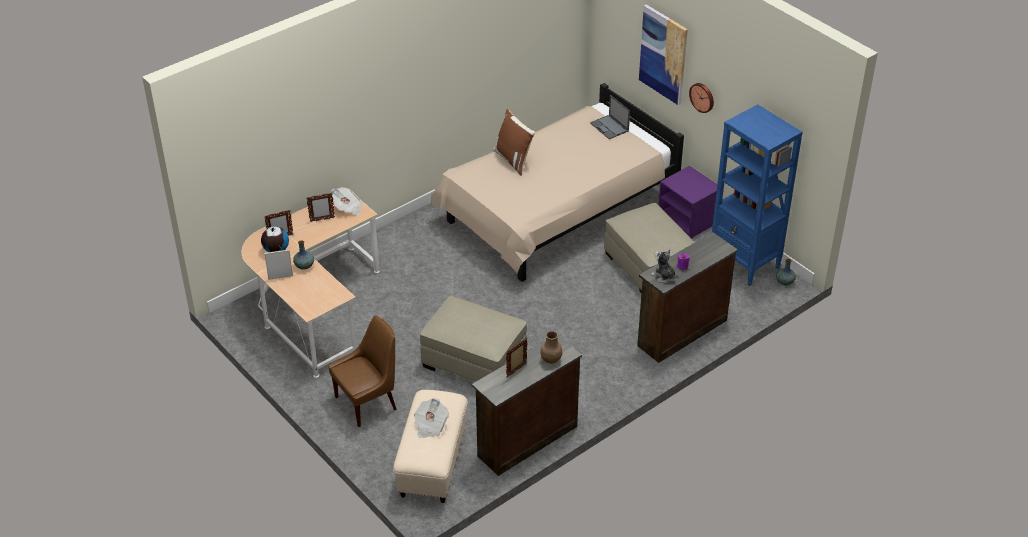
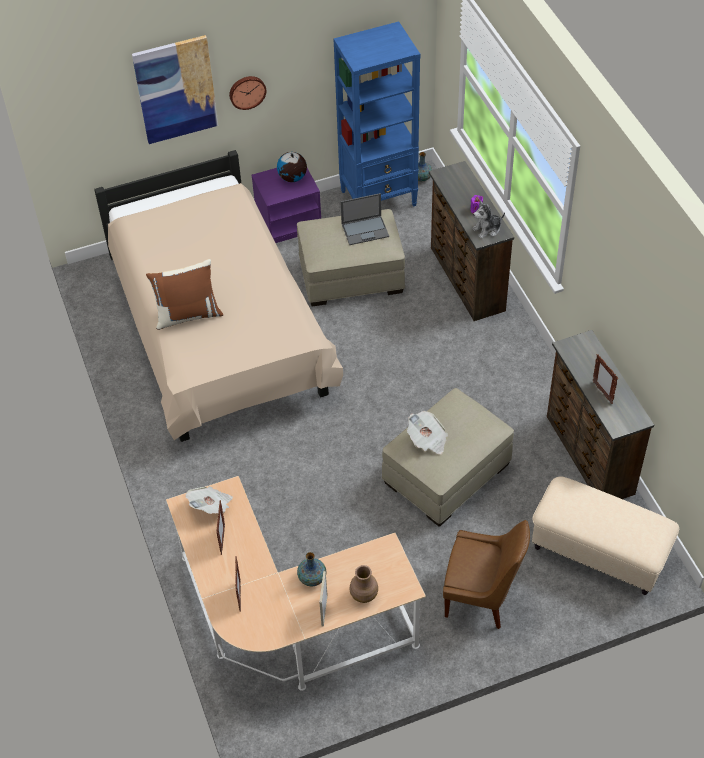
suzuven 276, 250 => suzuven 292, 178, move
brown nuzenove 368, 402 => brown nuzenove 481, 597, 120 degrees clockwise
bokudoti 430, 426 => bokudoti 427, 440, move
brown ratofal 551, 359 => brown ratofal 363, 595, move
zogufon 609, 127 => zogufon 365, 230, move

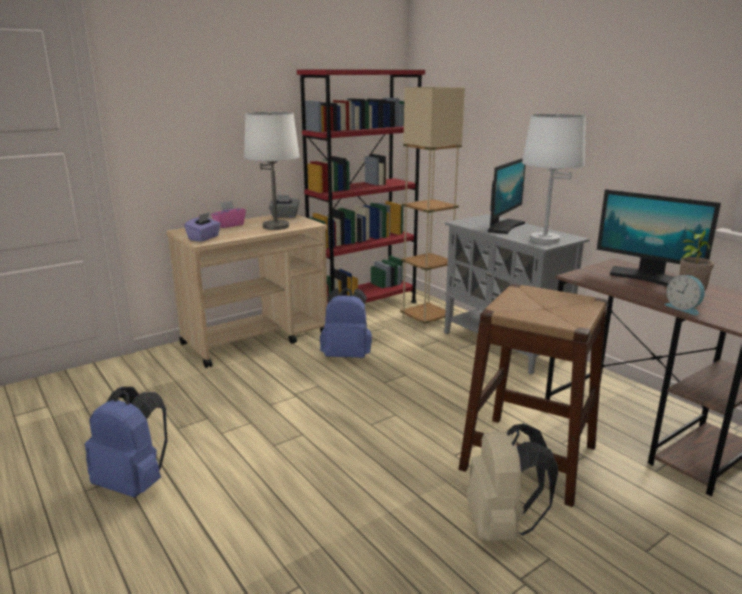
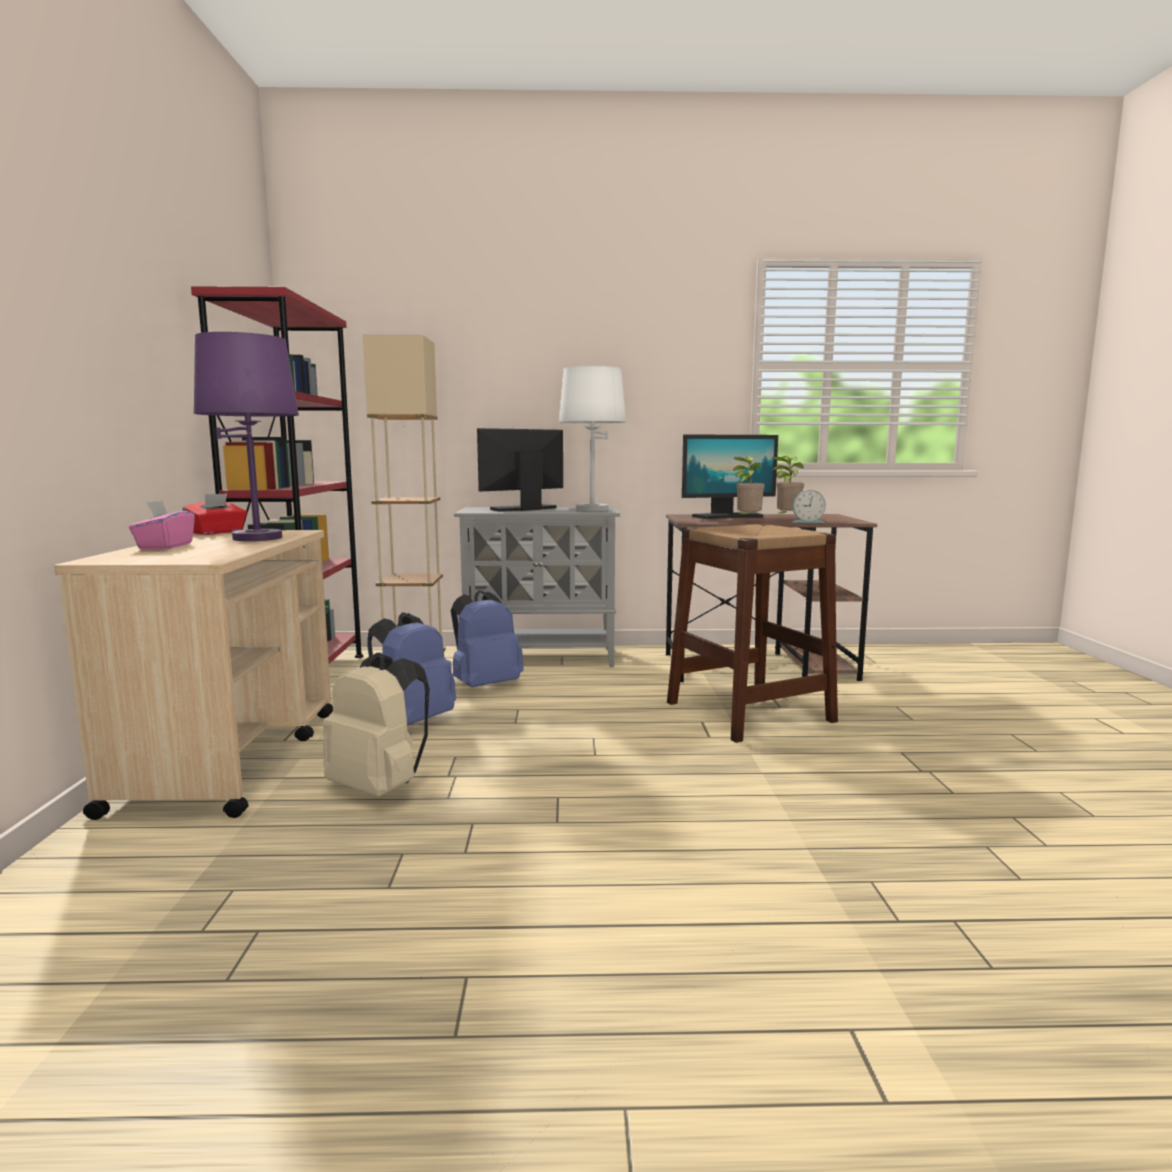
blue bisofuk 134, 483 => blue bisofuk 485, 685, move
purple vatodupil 204, 238 => nothing
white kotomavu 276, 226 => purple kotomavu 257, 538
grey vatodupil 284, 216 => red vatodupil 217, 532
beige bisofuk 501, 526 => beige bisofuk 380, 787, move
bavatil 504, 227 => bavatil 523, 509, 105 degrees counterclockwise
nothing => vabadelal 747, 520

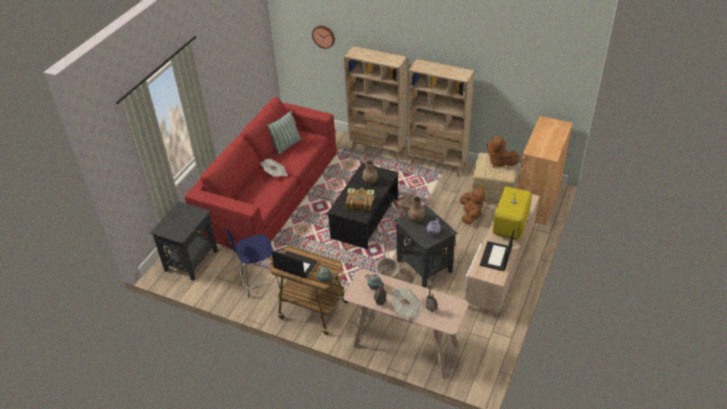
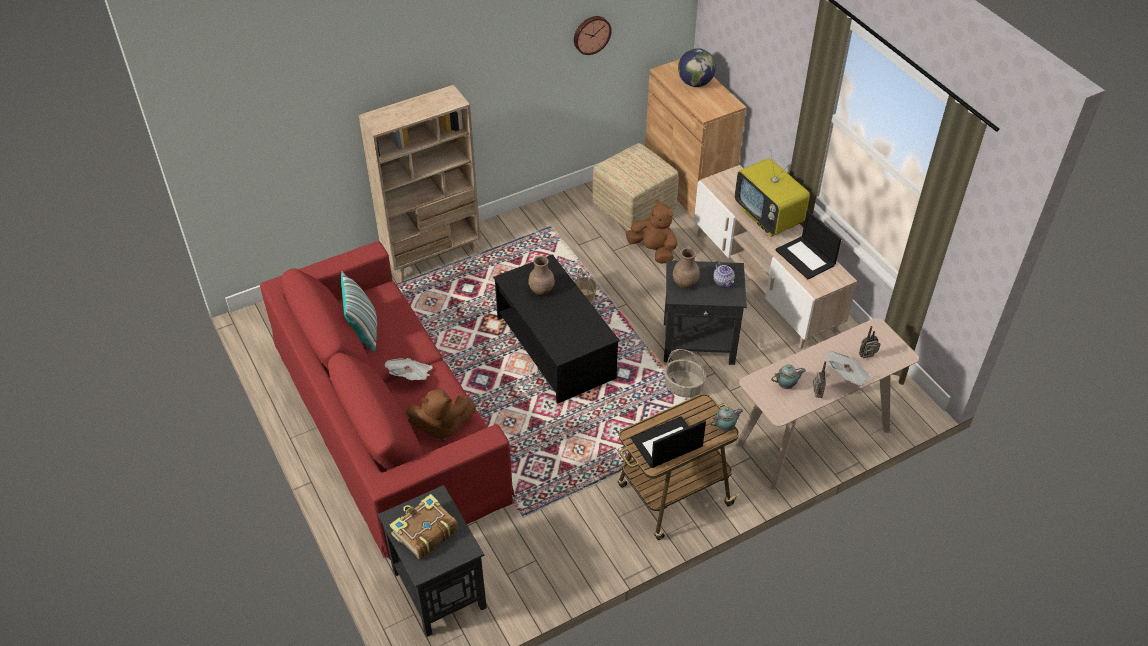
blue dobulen 259, 281 => nothing
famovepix 324, 36 => famovepix 591, 34, move
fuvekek 359, 202 => fuvekek 424, 532, move
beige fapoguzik 437, 164 => nothing
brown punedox 499, 162 => brown punedox 441, 426, move
nothing => suzuven 695, 83

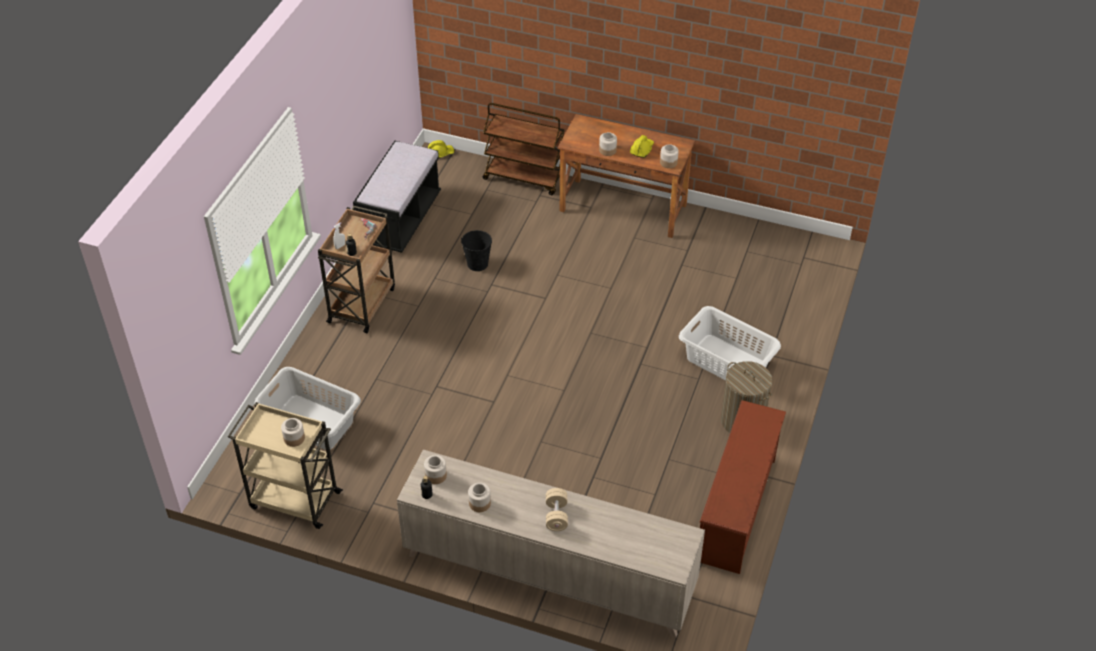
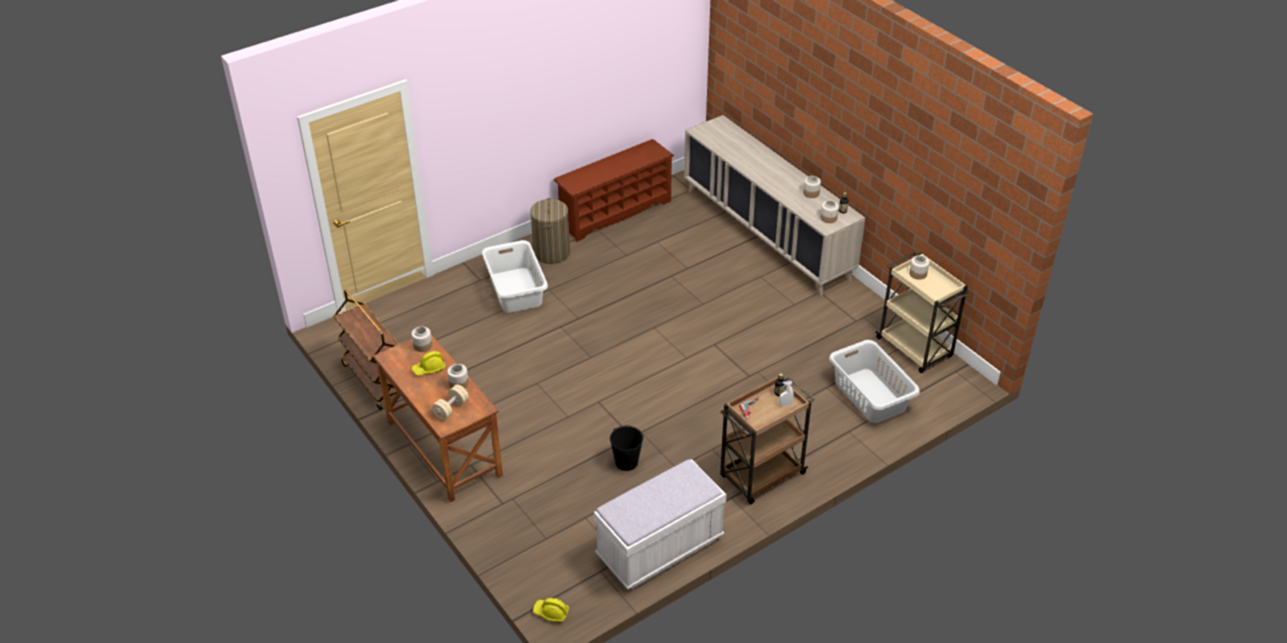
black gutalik 400, 220 => white gutalik 660, 548
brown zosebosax 524, 178 => brown zosebosax 375, 380, move
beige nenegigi 556, 515 => beige nenegigi 451, 409, move

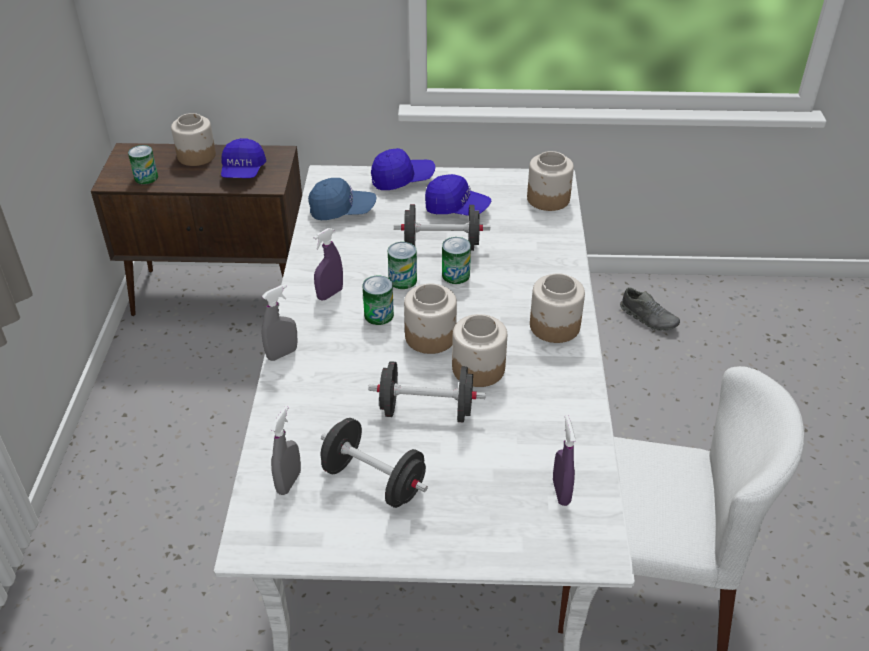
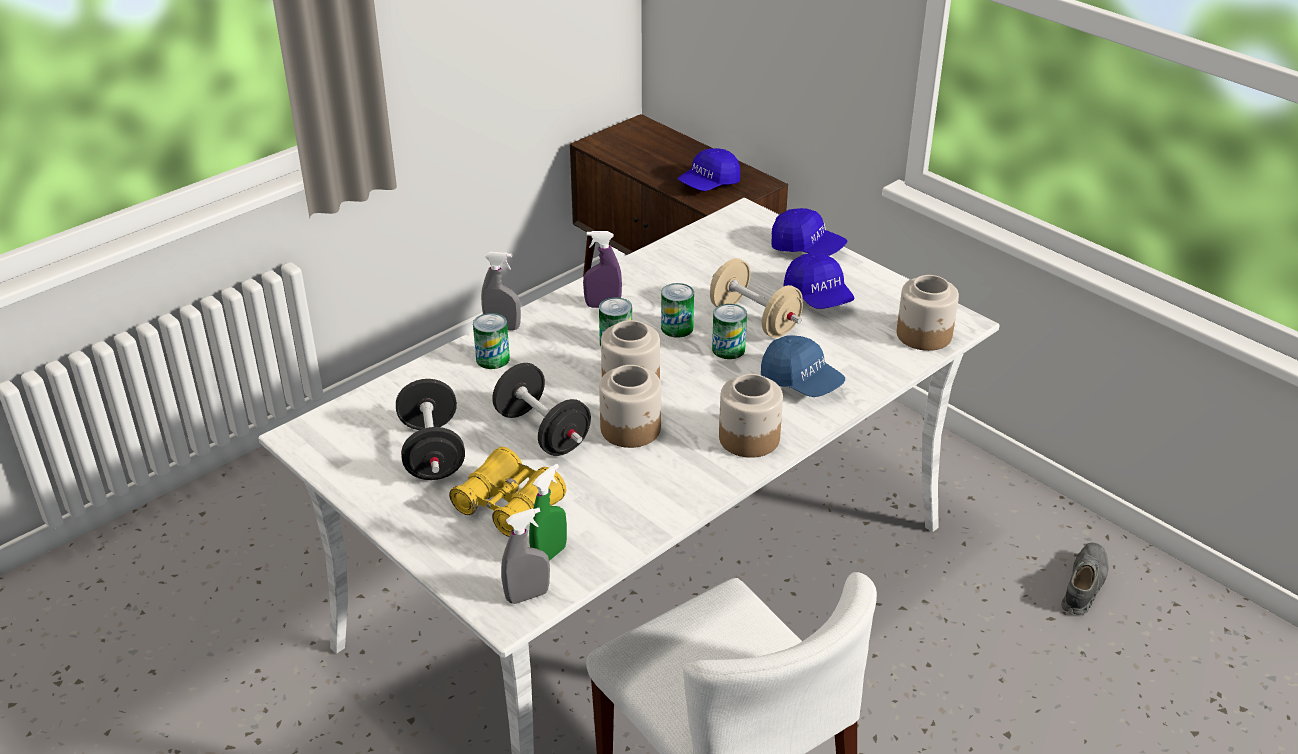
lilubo 146, 177 => lilubo 492, 359, move
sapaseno 196, 155 => nothing
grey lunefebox 289, 482 => grey lunefebox 527, 596, move
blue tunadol 342, 210 => blue tunadol 801, 382, move
black nenegigi 441, 245 => beige nenegigi 754, 320
purple lunefebox 561, 492 => green lunefebox 549, 555
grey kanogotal 648, 318 => grey kanogotal 1083, 585, 150 degrees counterclockwise
nothing => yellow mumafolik 508, 505

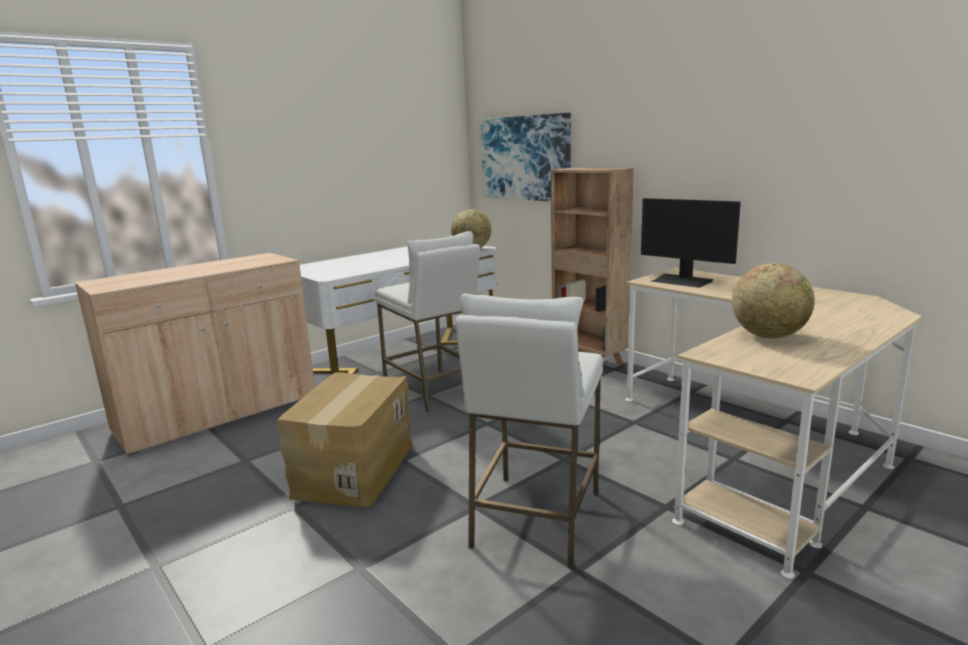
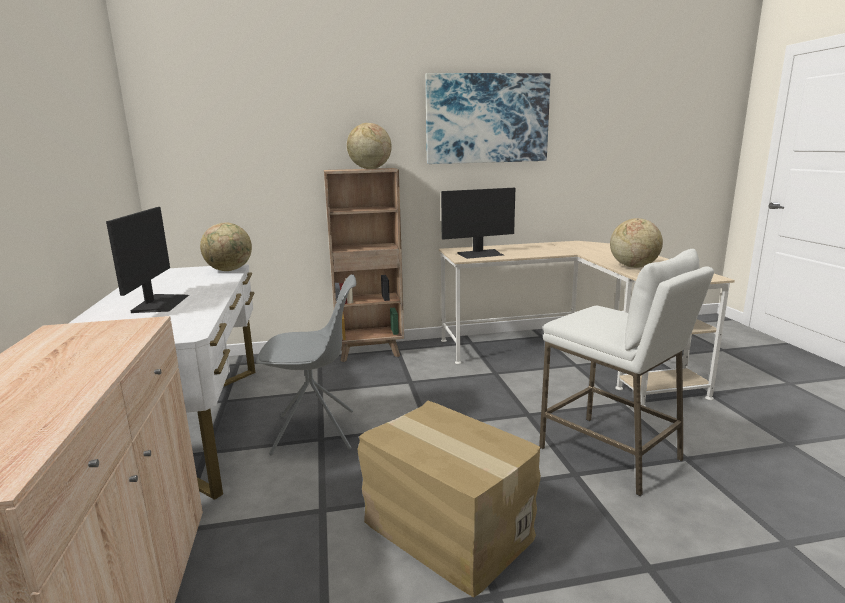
white dobulen 434, 390 => grey nuzenove 316, 432
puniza 525, 158 => puniza 487, 119, move
nothing => bavatil 160, 303
nothing => suzuven 369, 169

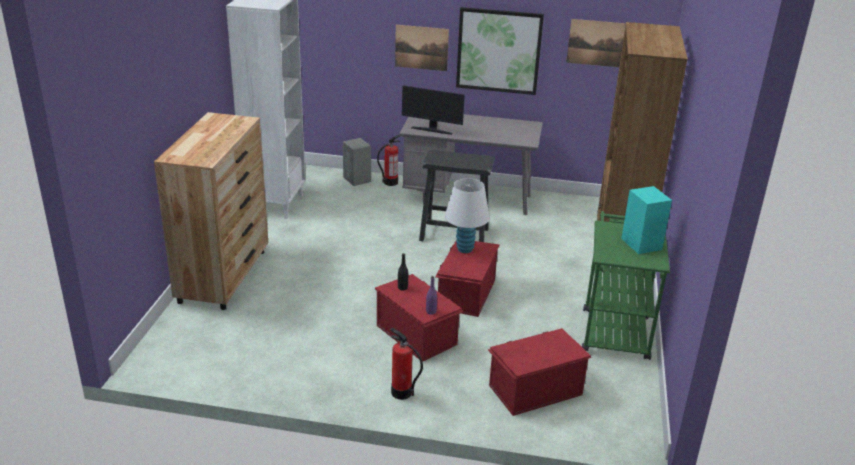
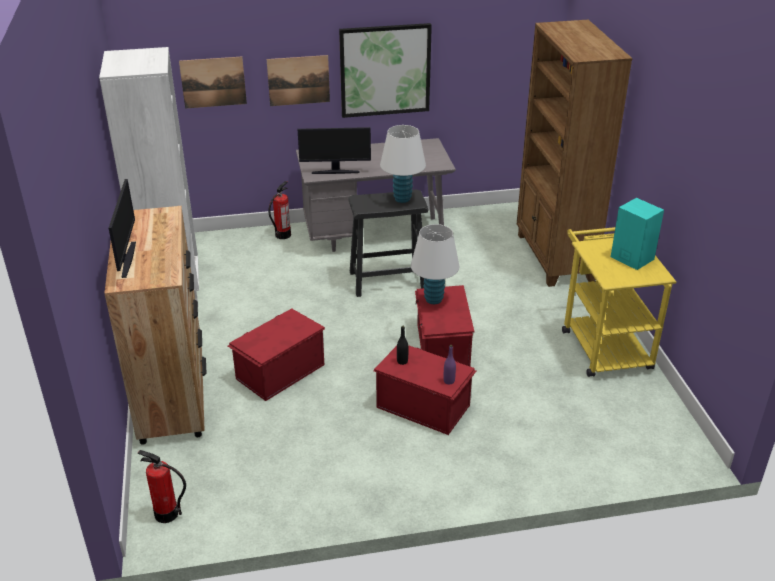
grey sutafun 357, 180 => nothing
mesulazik 401, 393 => mesulazik 166, 514, move
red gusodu 534, 389 => red gusodu 279, 371, move
puniza 596, 43 => puniza 213, 82, move
green zosebosax 615, 328 => yellow zosebosax 602, 344
nothing => bavatil 126, 259
nothing => white kotomavu 402, 199

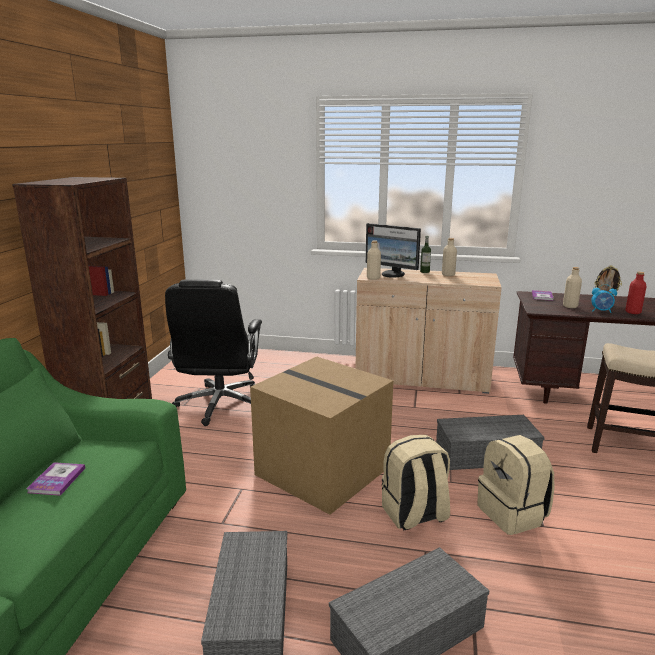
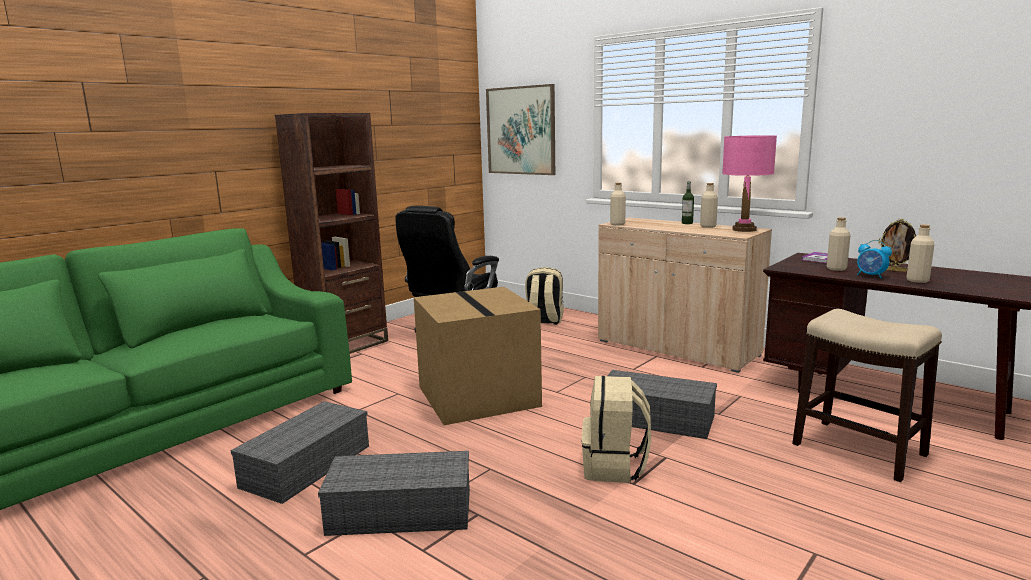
fuvekek 57, 480 => nothing
bavatil 393, 274 => nothing
beige bisofuk 414, 515 => beige bisofuk 544, 320, move
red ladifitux 633, 312 => beige ladifitux 917, 280
nothing => puniza 521, 130
nothing => pink kotomavu 744, 229

